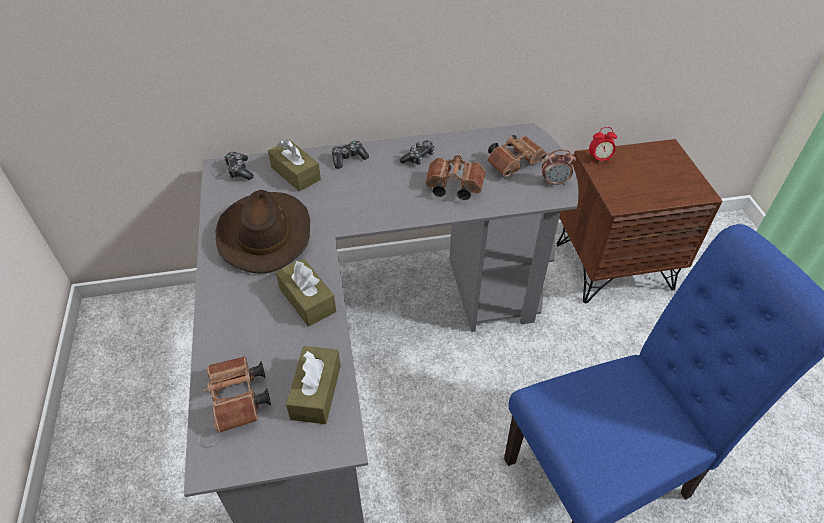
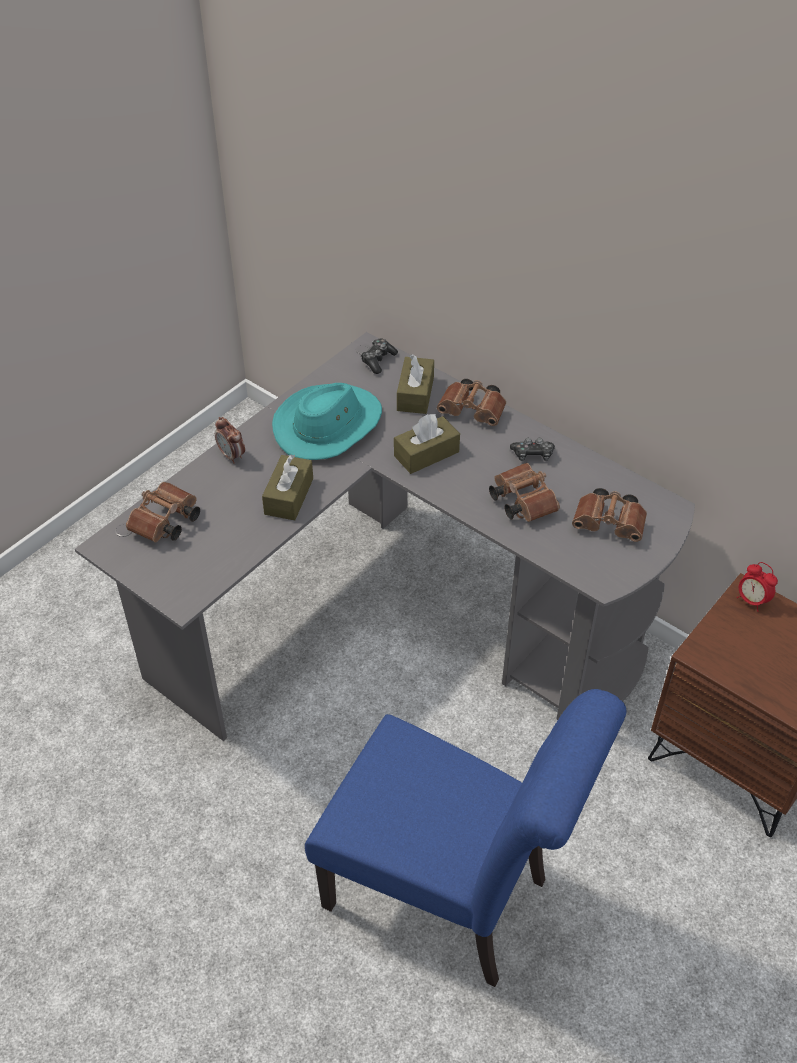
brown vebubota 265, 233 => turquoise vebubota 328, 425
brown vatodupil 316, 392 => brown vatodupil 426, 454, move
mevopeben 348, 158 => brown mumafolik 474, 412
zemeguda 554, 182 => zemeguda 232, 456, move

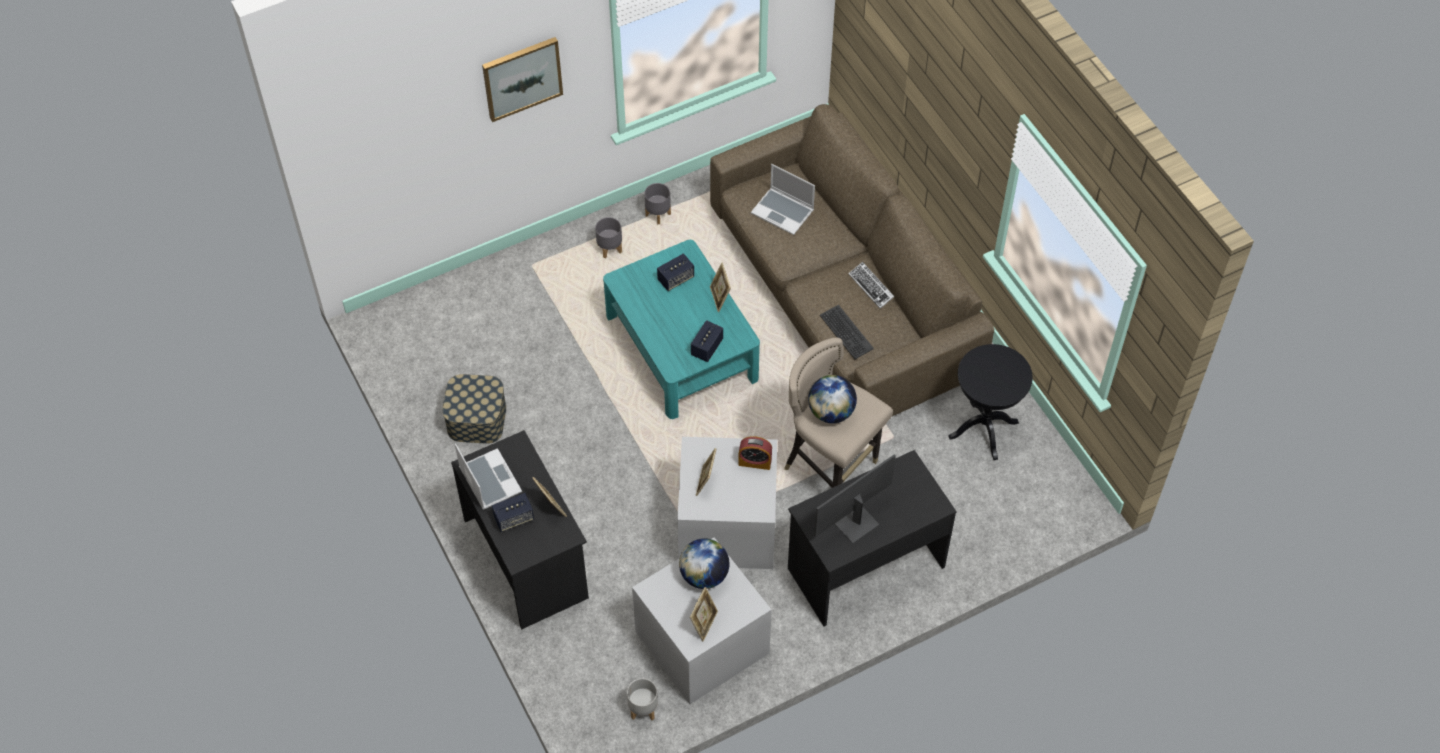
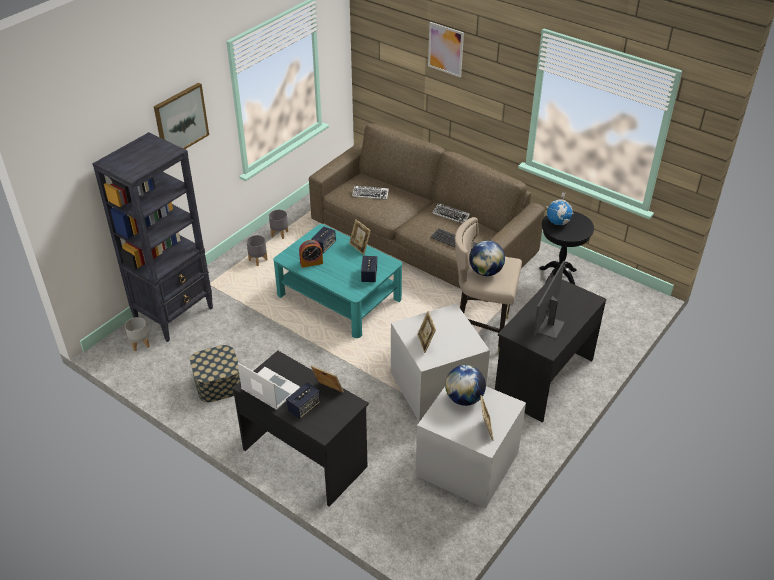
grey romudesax 642, 709 => grey romudesax 140, 344, move
zemeguda 755, 462 => zemeguda 311, 262, move
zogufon 783, 212 => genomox 370, 194
nothing => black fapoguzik 175, 314
nothing => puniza 445, 49
nothing => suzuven 558, 222

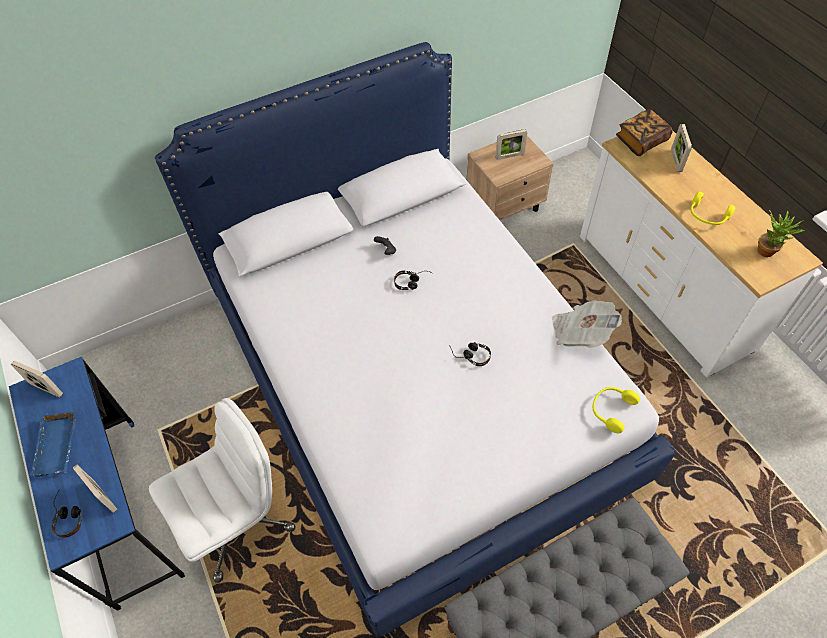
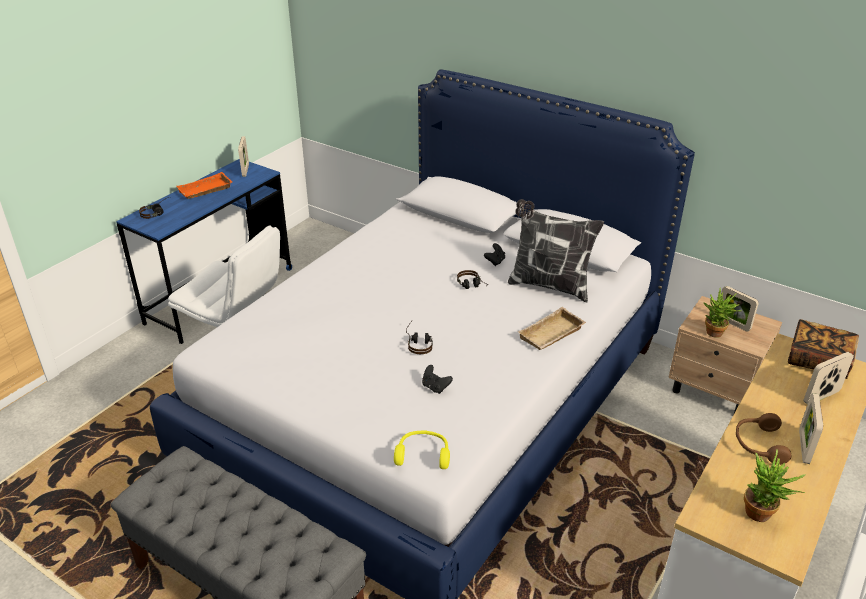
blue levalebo 59, 447 => orange levalebo 205, 190
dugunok 104, 497 => dugunok 803, 447, move
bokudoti 581, 333 => nothing
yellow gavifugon 707, 216 => brown gavifugon 758, 444
nothing => black mevopeben 435, 387
nothing => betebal 548, 285
nothing => beige levalebo 552, 335
nothing => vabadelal 715, 335

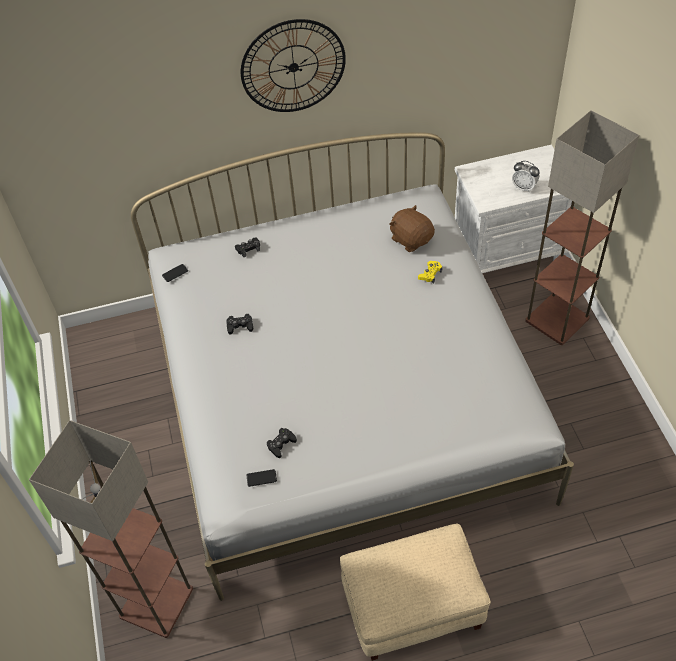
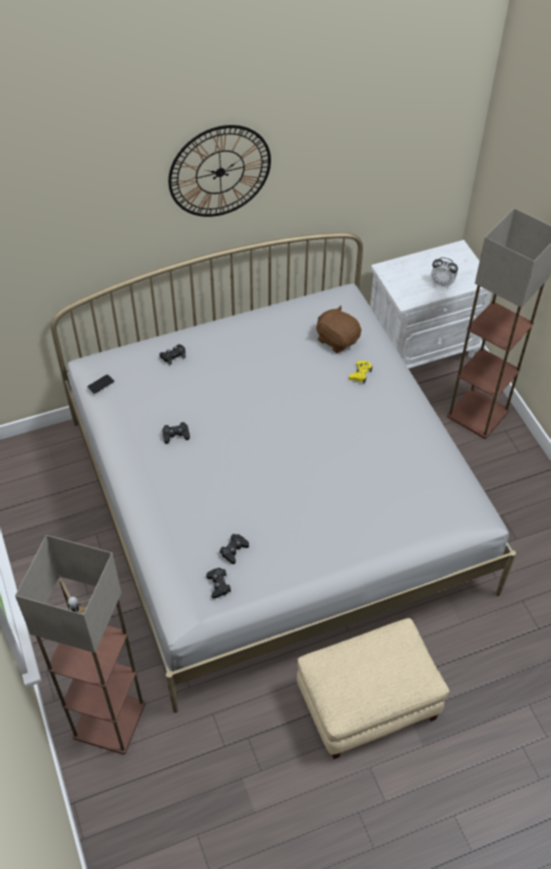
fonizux 261, 478 => black mevopeben 218, 585

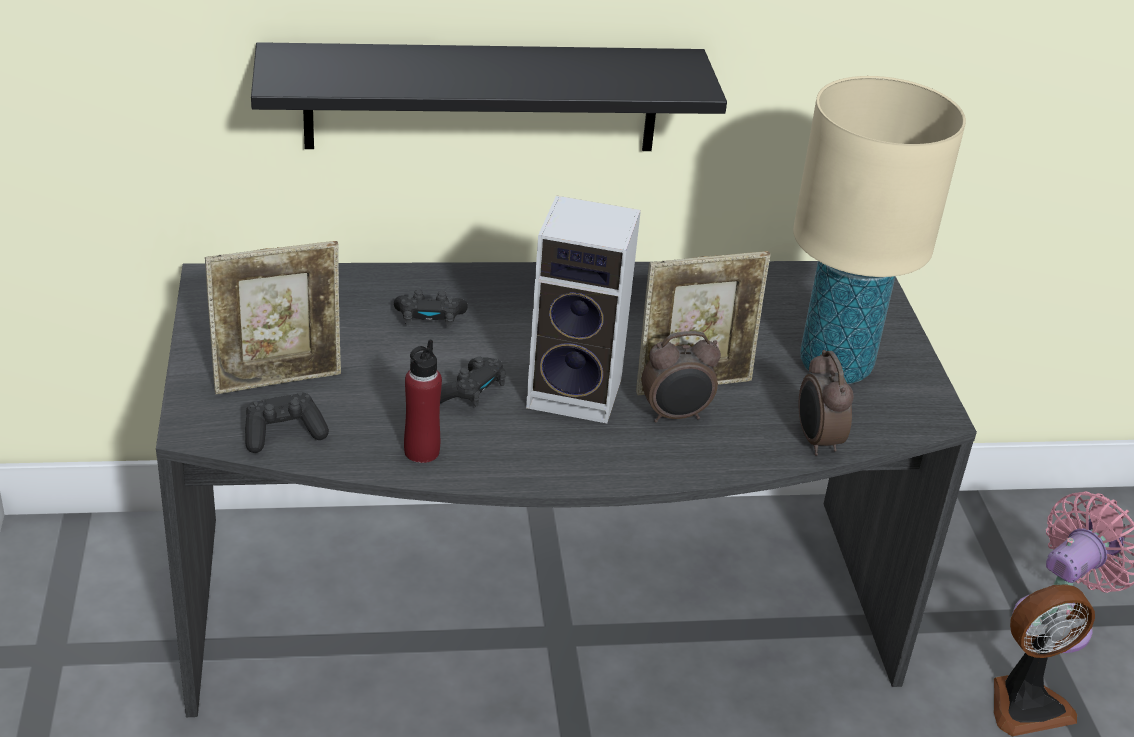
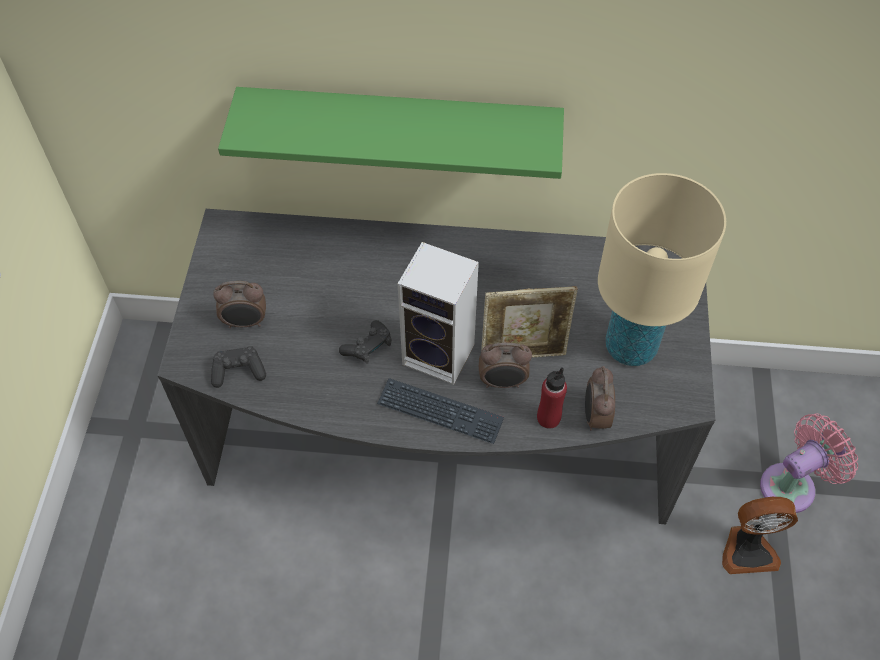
dugunok 278, 379 => zemeguda 245, 322
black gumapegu 482, 98 => green gumapegu 400, 127
black mevopeben 429, 320 => nothing
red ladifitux 421, 451 => red ladifitux 548, 418, move
nothing => genomox 440, 412

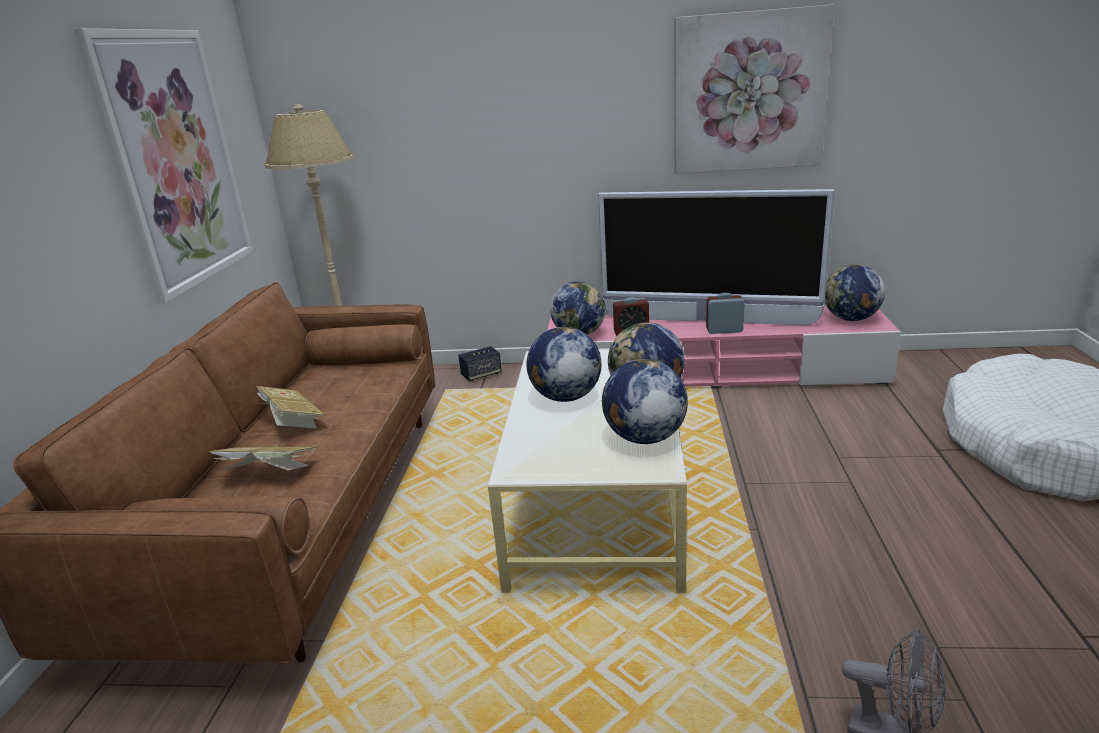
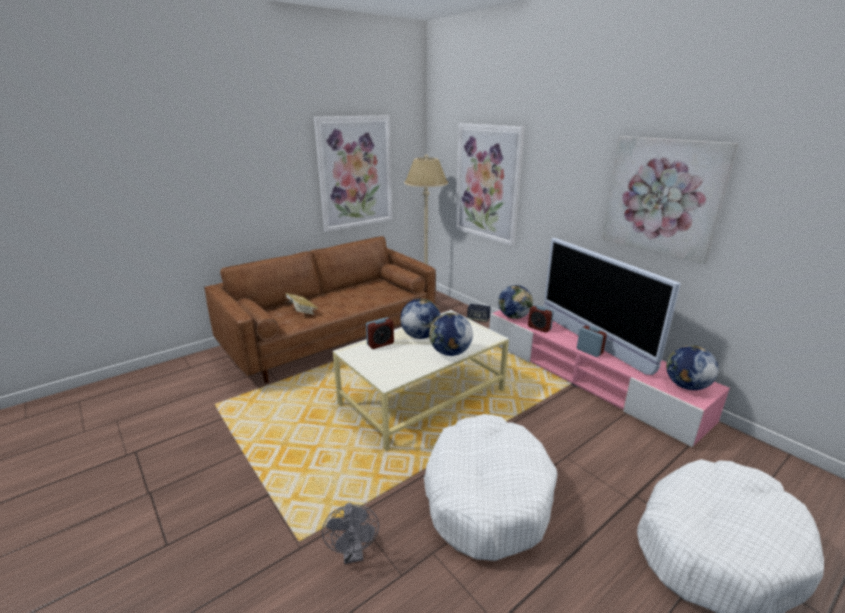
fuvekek 292, 422 => nothing
suzuven 644, 438 => nothing
nothing => zemeguda 380, 344
nothing => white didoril 486, 495
nothing => puniza 487, 183

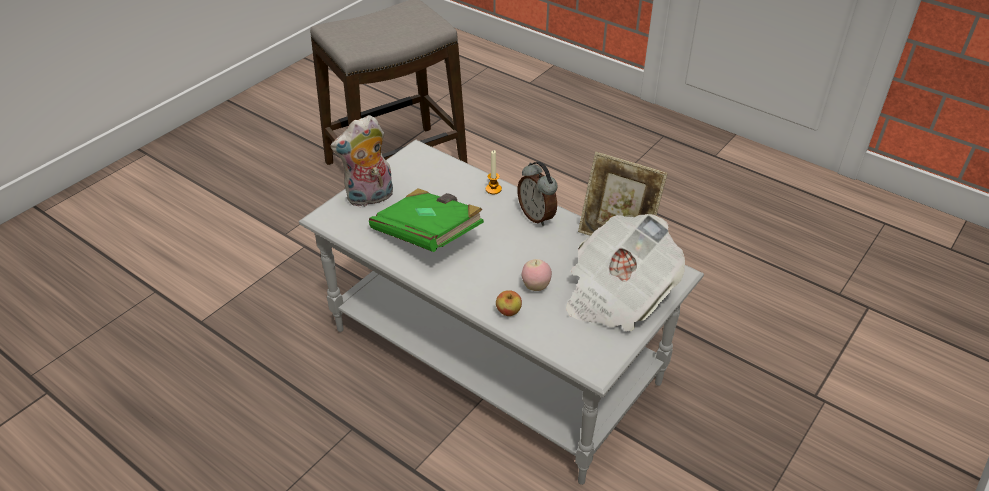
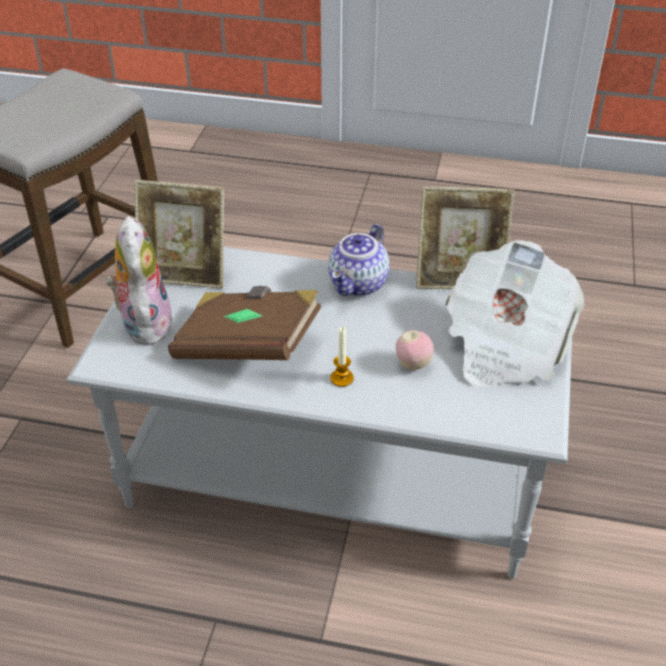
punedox 370, 198 => punedox 144, 323, 135 degrees clockwise
green fuvekek 428, 235 => brown fuvekek 247, 345
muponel 493, 189 => muponel 342, 378, move
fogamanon 508, 311 => nothing
zemeguda 537, 216 => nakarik 359, 285
nothing => dugunok 185, 275

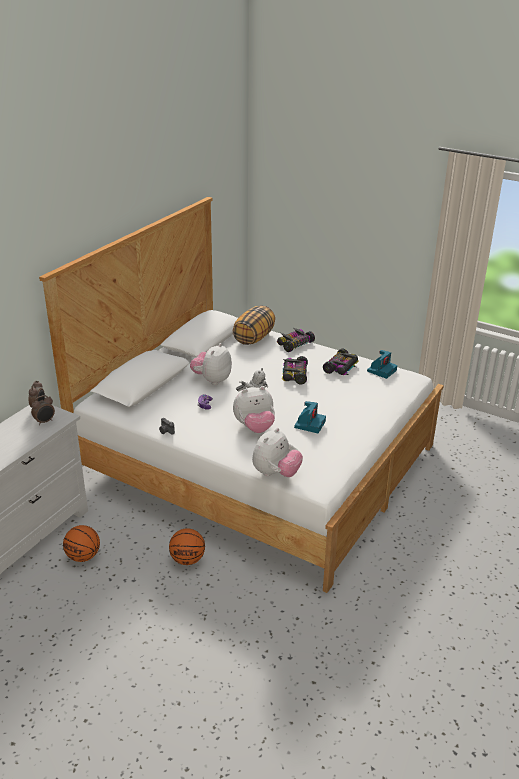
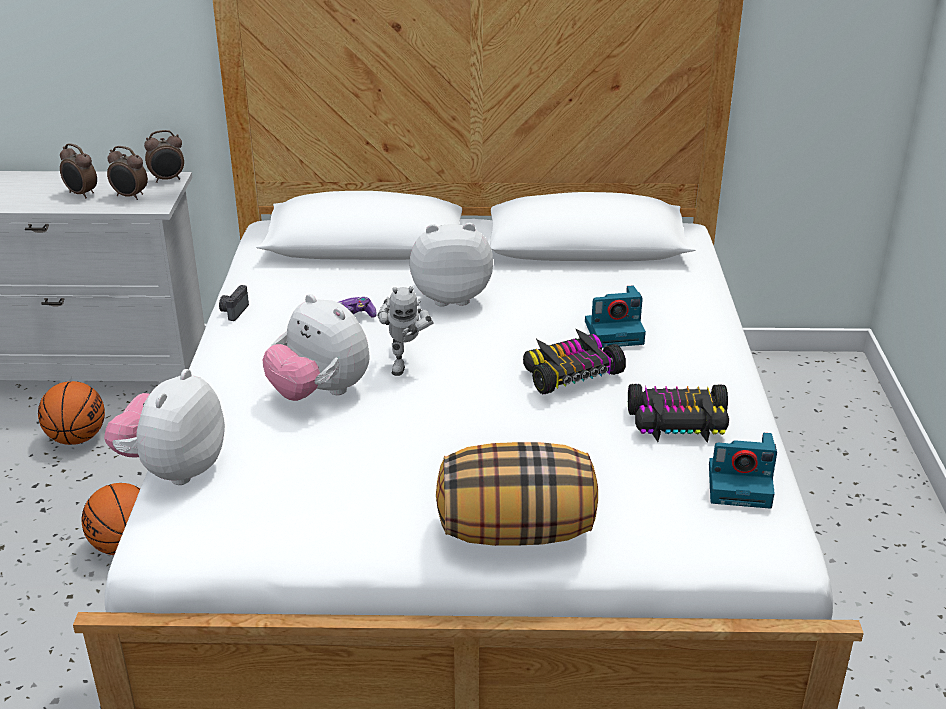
betebal 253, 338 => betebal 516, 531, move
punedox 276, 473 => punedox 174, 470, 105 degrees clockwise
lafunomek 294, 344 => nothing
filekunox 310, 424 => filekunox 615, 332, move
nothing => zemeguda 81, 194

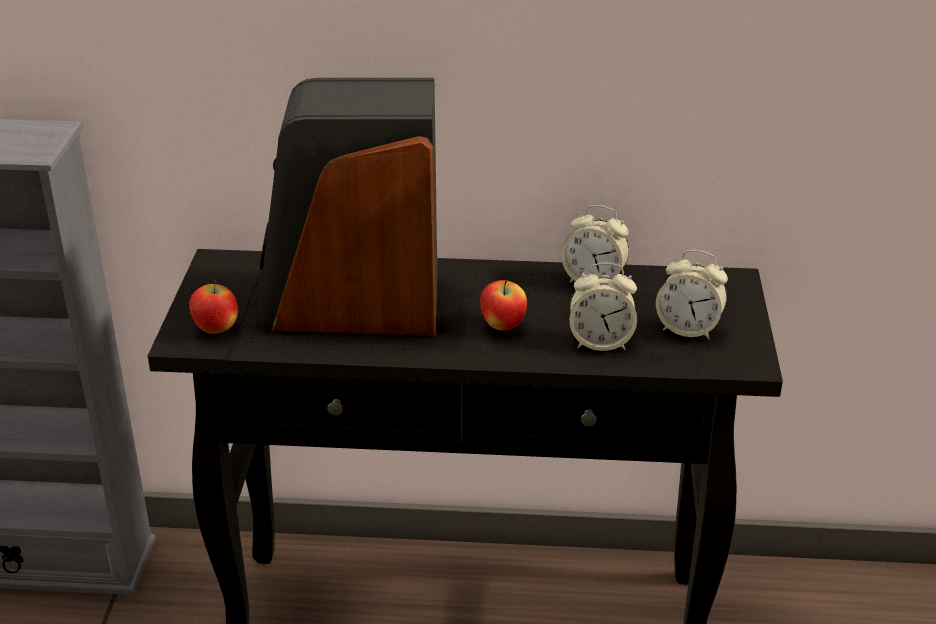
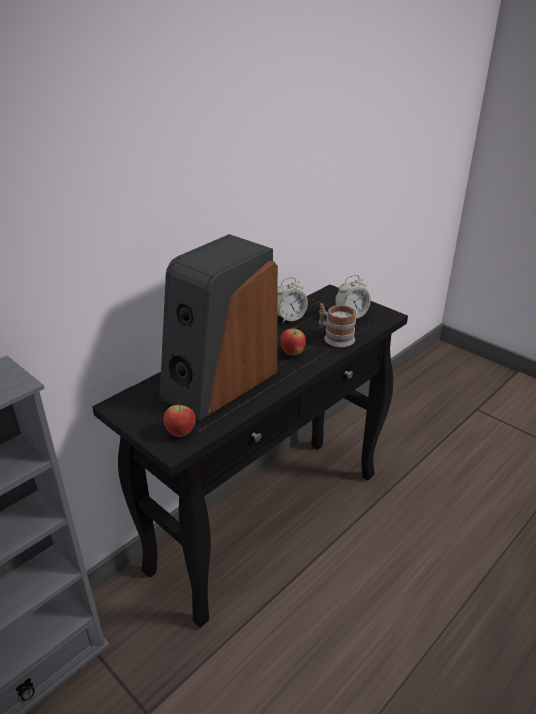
zemeguda 600, 342 => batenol 335, 337

